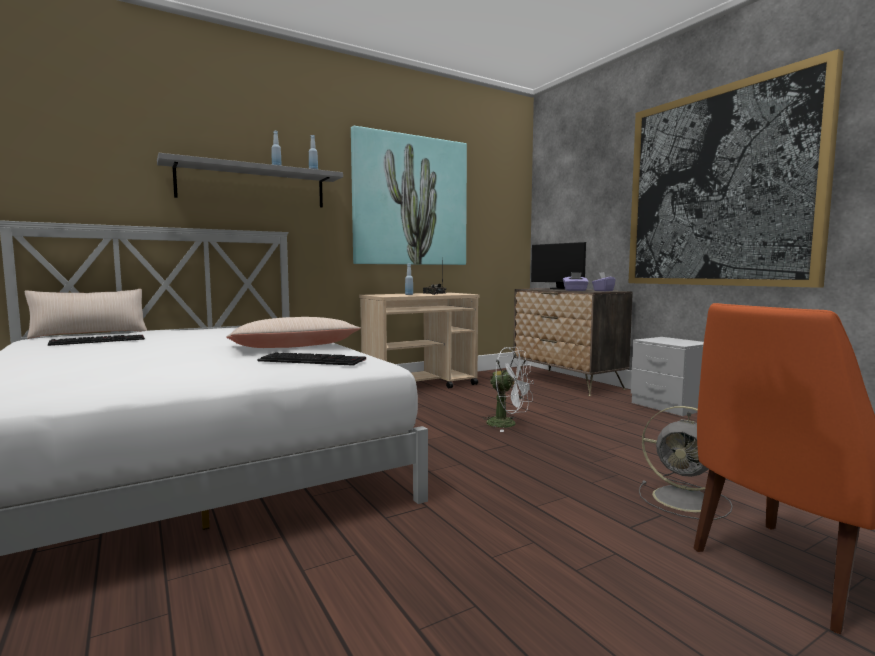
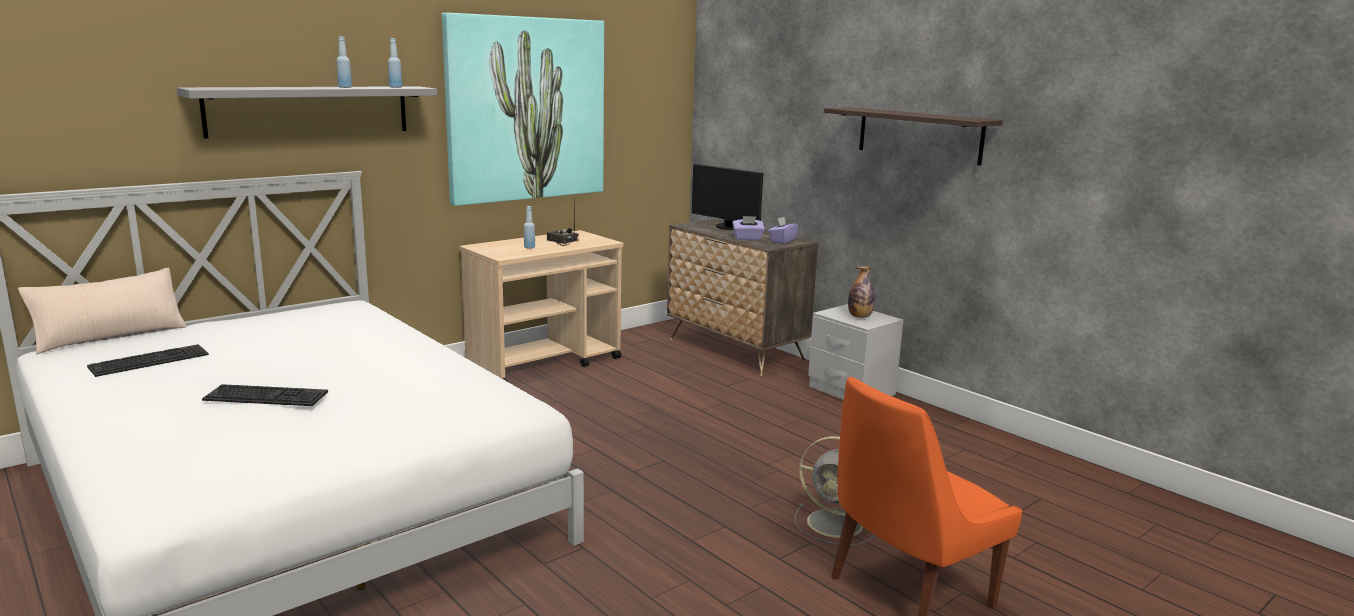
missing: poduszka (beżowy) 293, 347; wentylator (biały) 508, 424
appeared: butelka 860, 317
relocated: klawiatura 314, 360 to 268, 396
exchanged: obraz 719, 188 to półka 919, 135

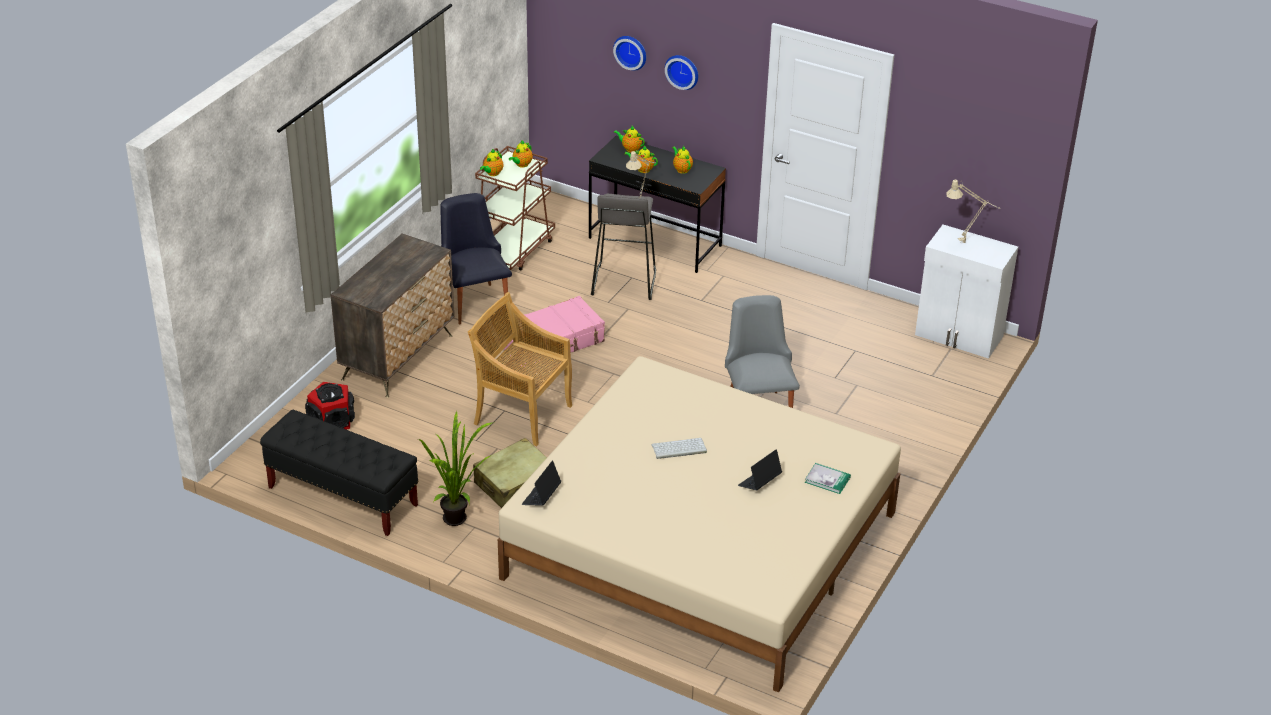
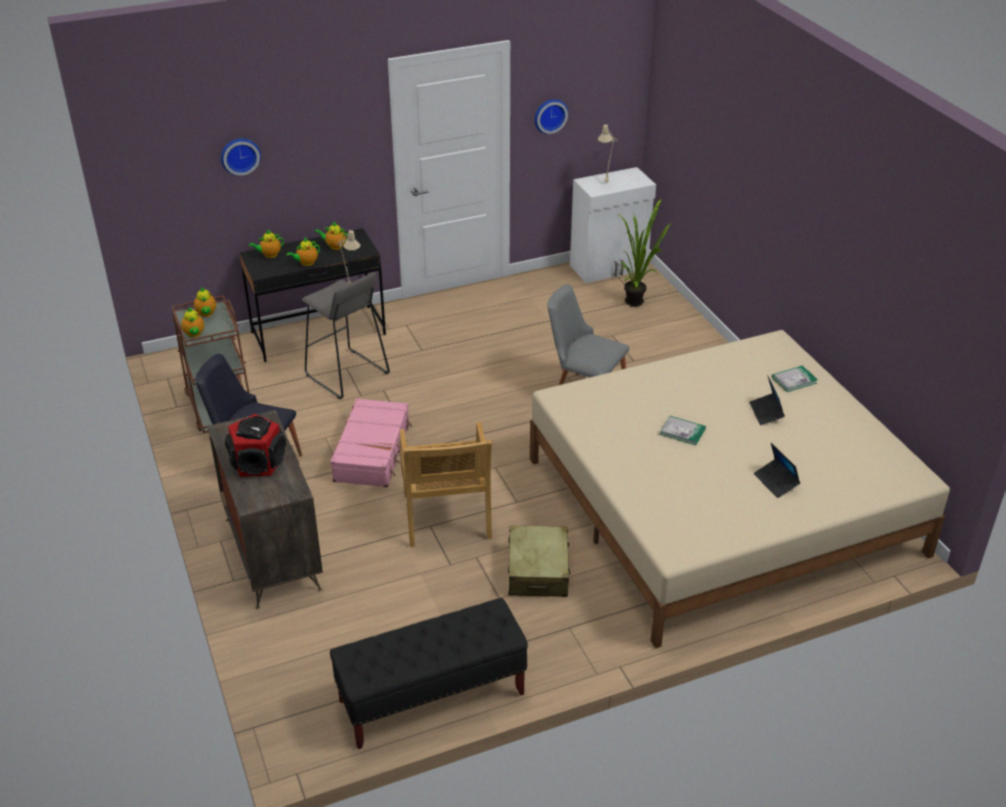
relocated: głośnik 332, 421 to 257, 462; roślina doniczkowa 459, 521 to 638, 301; laptop 541, 496 to 776, 482; zegar ścienny 683, 71 to 549, 115
exchanged: klawiatura 678, 449 to książka 682, 432
spun: krzesło (beżowy) 521, 414 = 447, 518 75 degrees counterclockwise

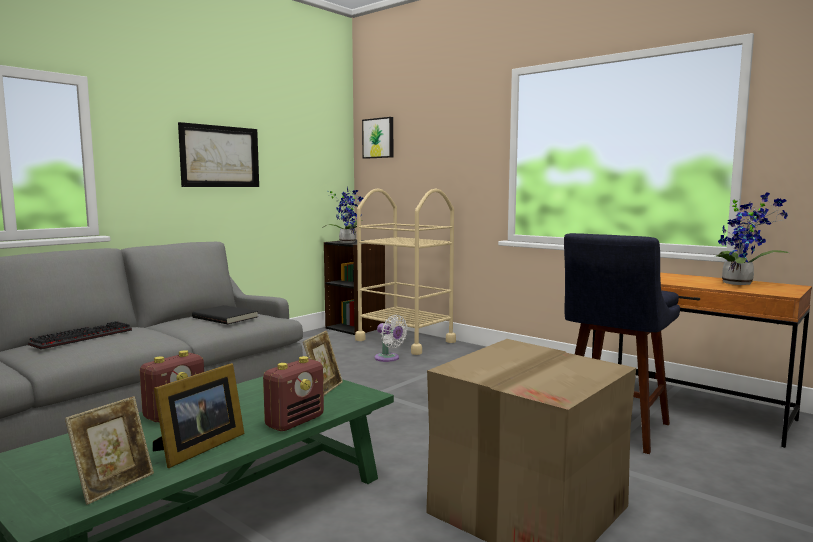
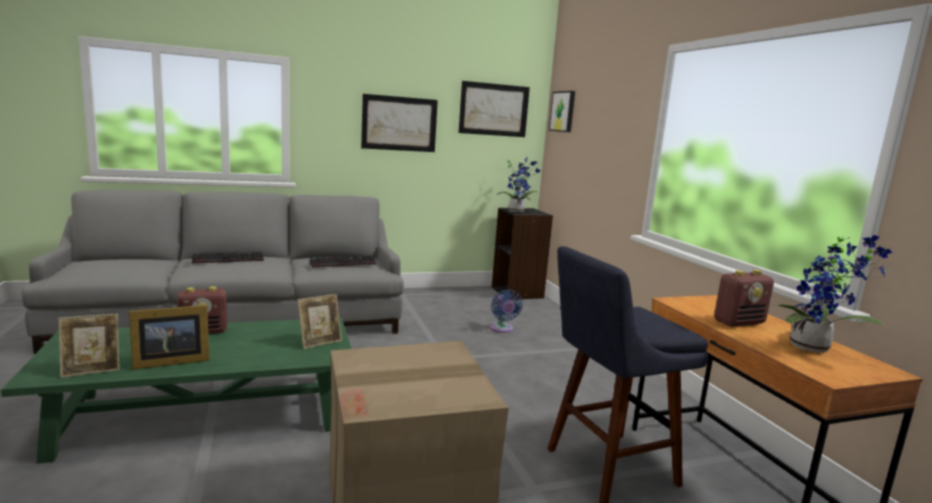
missing: wózek (beżowy) 405, 341
appeared: obraz 493, 109
relocated: radio 295, 421 to 739, 322
exchanged: książka (czarny) 226, 317 to klawiatura 343, 263
colour: wentylator (biały) 388, 358 to wentylator (niebieski) 502, 329

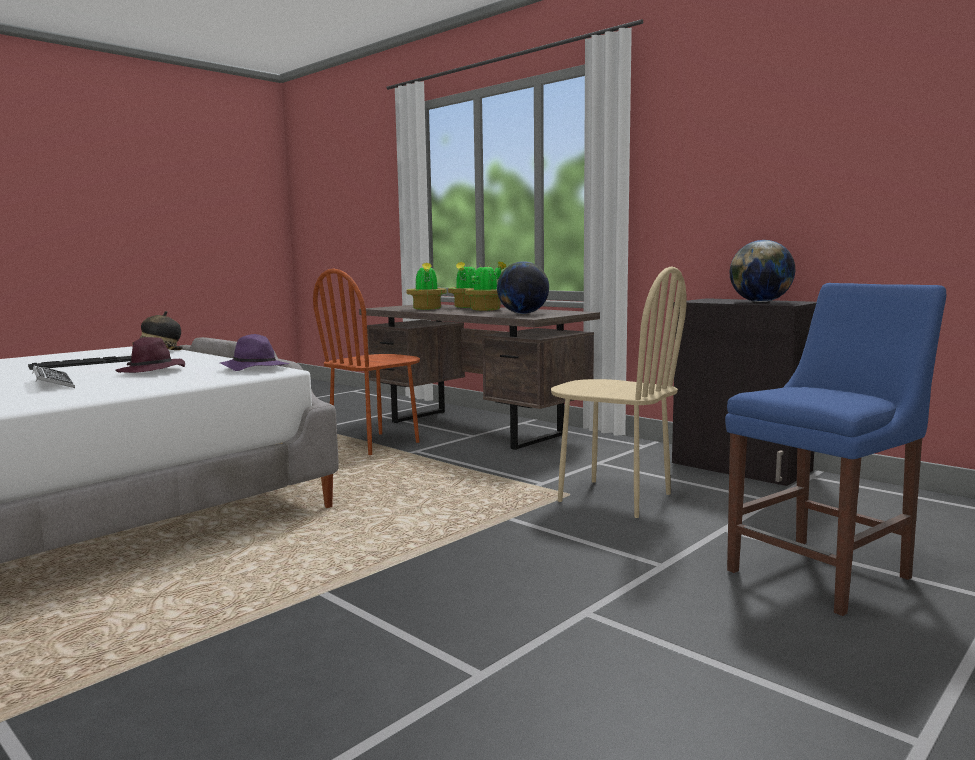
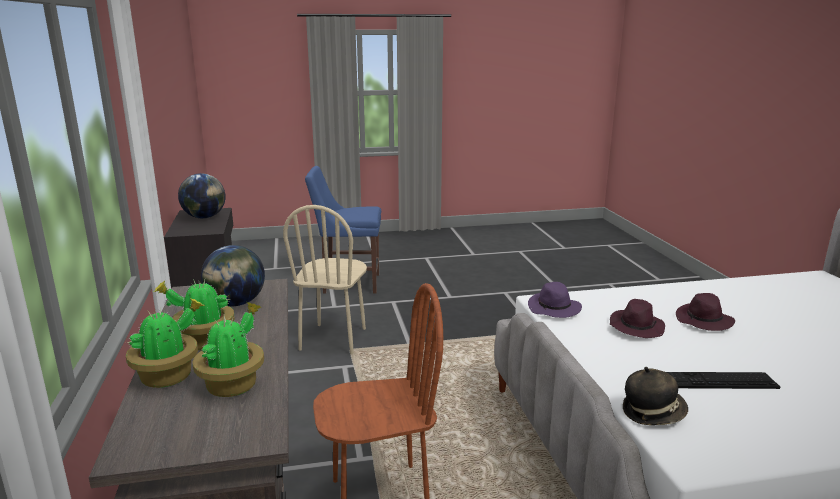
exchanged: klawiatura 53, 383 to kapelusz (fioletowy) 704, 321
spun: krzesło (beżowy) 614, 498 = 333, 339 150 degrees counterclockwise

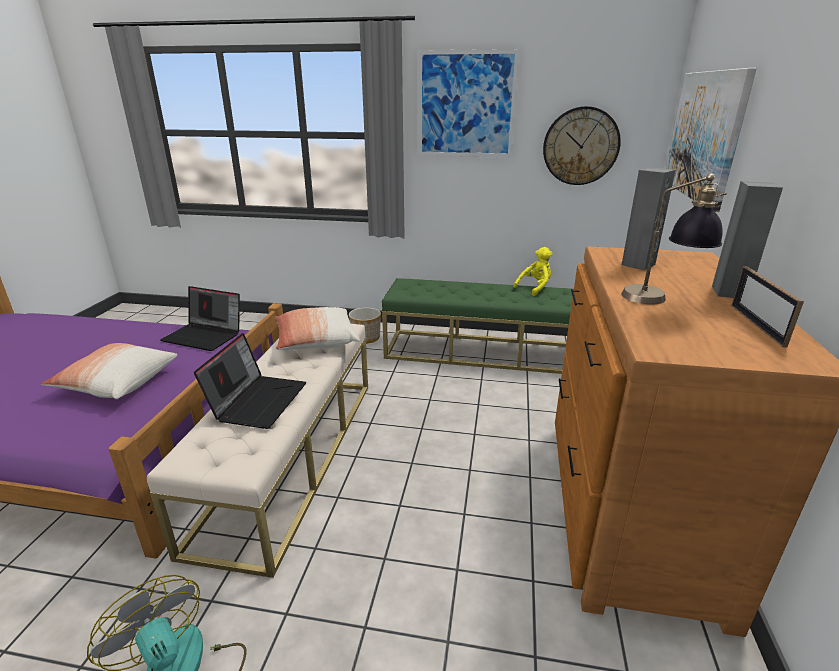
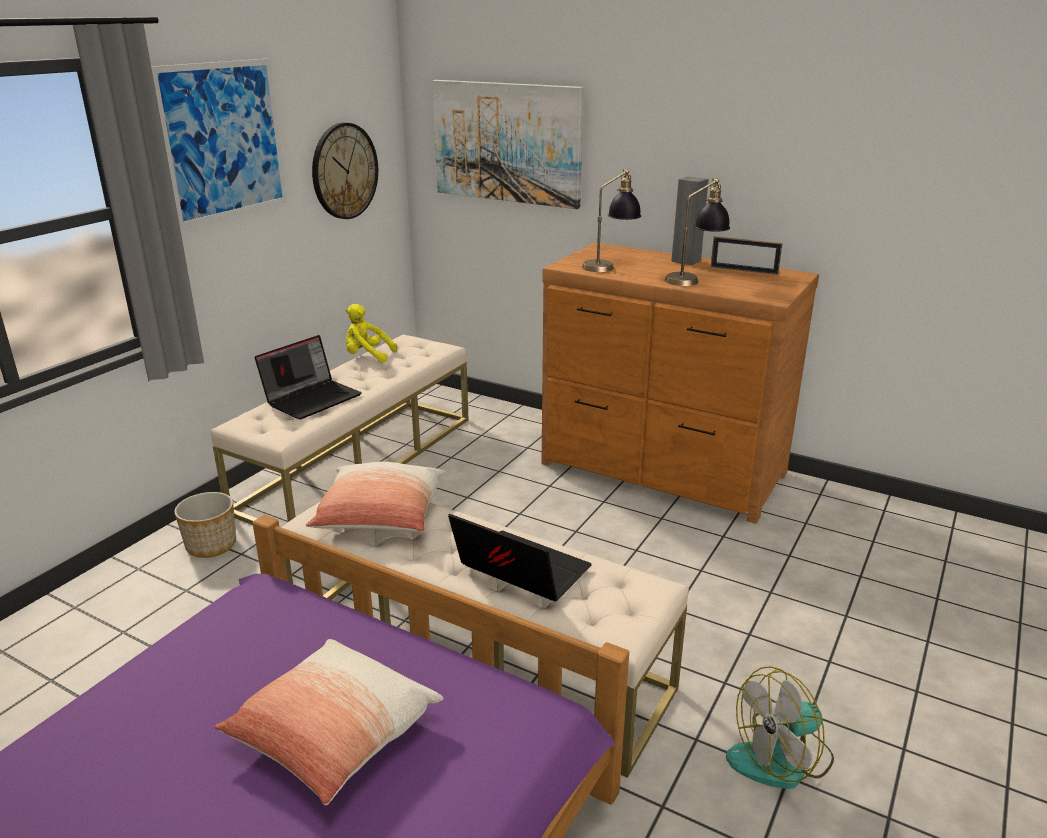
relocated: laptop 205, 336 to 312, 398
exchanged: głośnik (szary) 638, 265 to lampa stołowa 610, 266
colour: ławka (zielony) 486, 352 to ławka (beżowy) 359, 462
spun: pluszak (żółty) 535, 288 = 367, 356 60 degrees counterclockwise

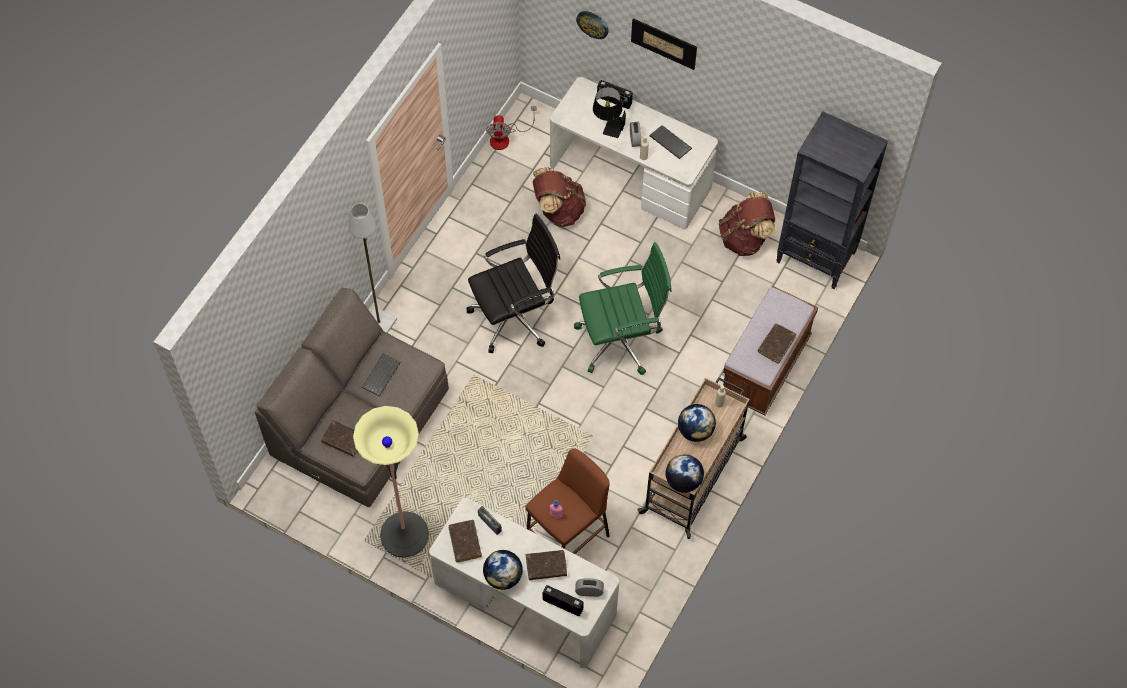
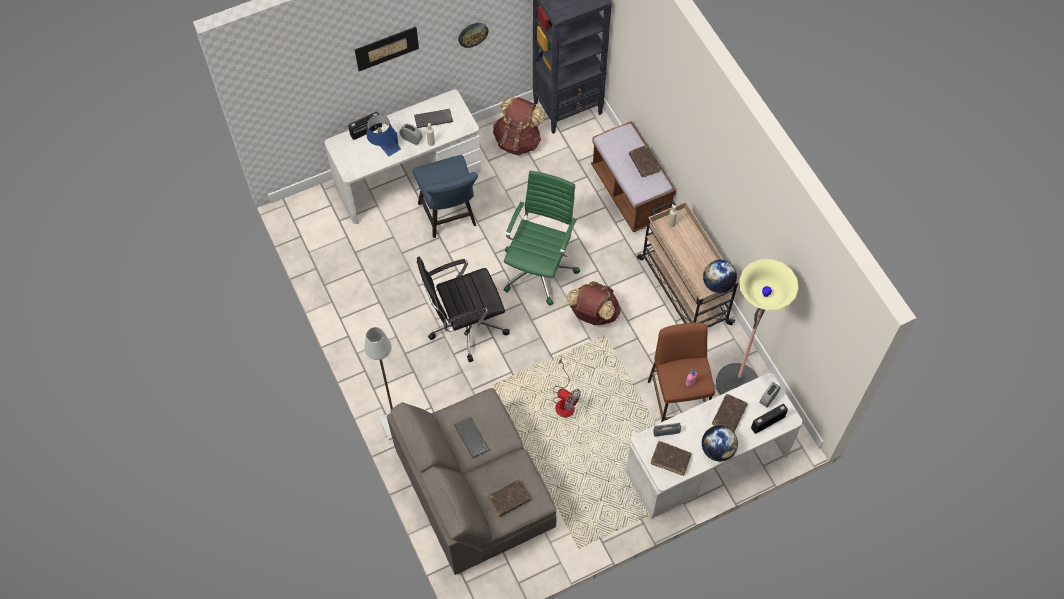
missing: globus 695, 431
appeared: krzesło (niebieski) 449, 217
relocated: lampa stojąca 404, 535 to 737, 383; wentylator 505, 138 to 564, 401; plecak (brązowy) 558, 210 to 592, 314; zegar ścienny 593, 24 to 472, 34
colour: lampa stołowa (czarny) 608, 124 to lampa stołowa (niebieski) 384, 147
spun: krzesło biurowe (czarny) 515, 316 = 465, 325 120 degrees counterclockwise

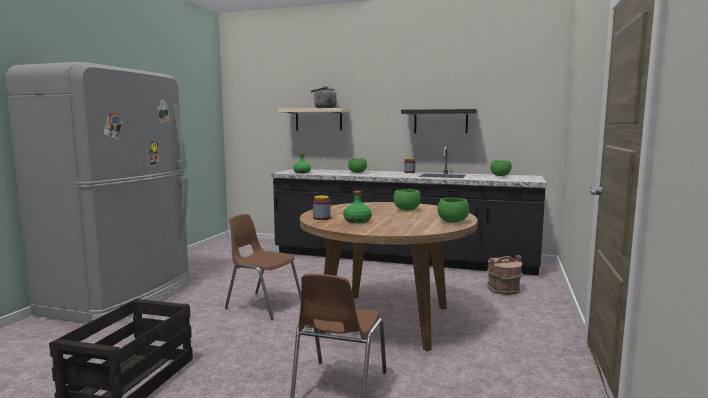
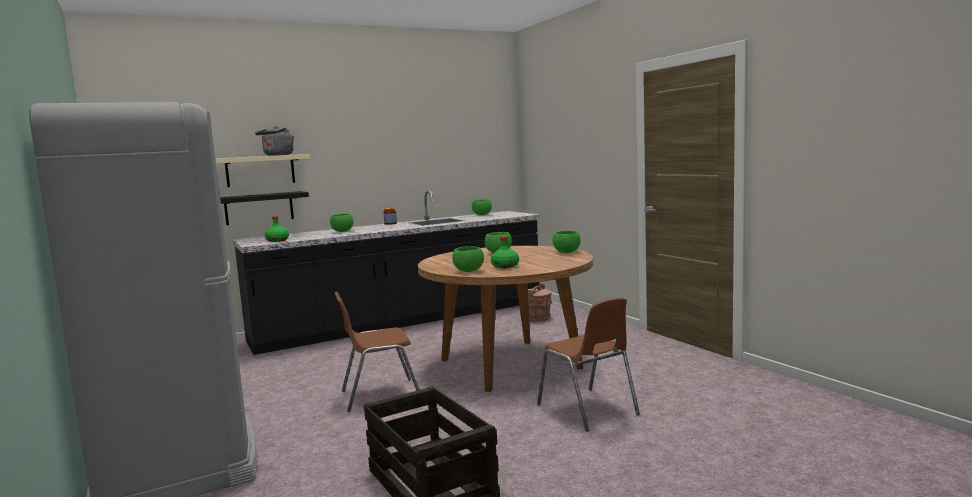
relocated: półka (czarny) 440, 121 to 259, 208
exchanged: słoik 321, 218 to miska (zielony) 468, 271

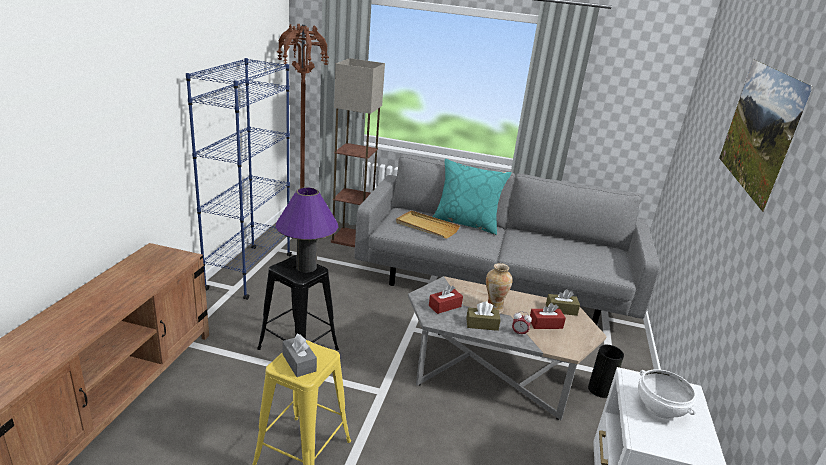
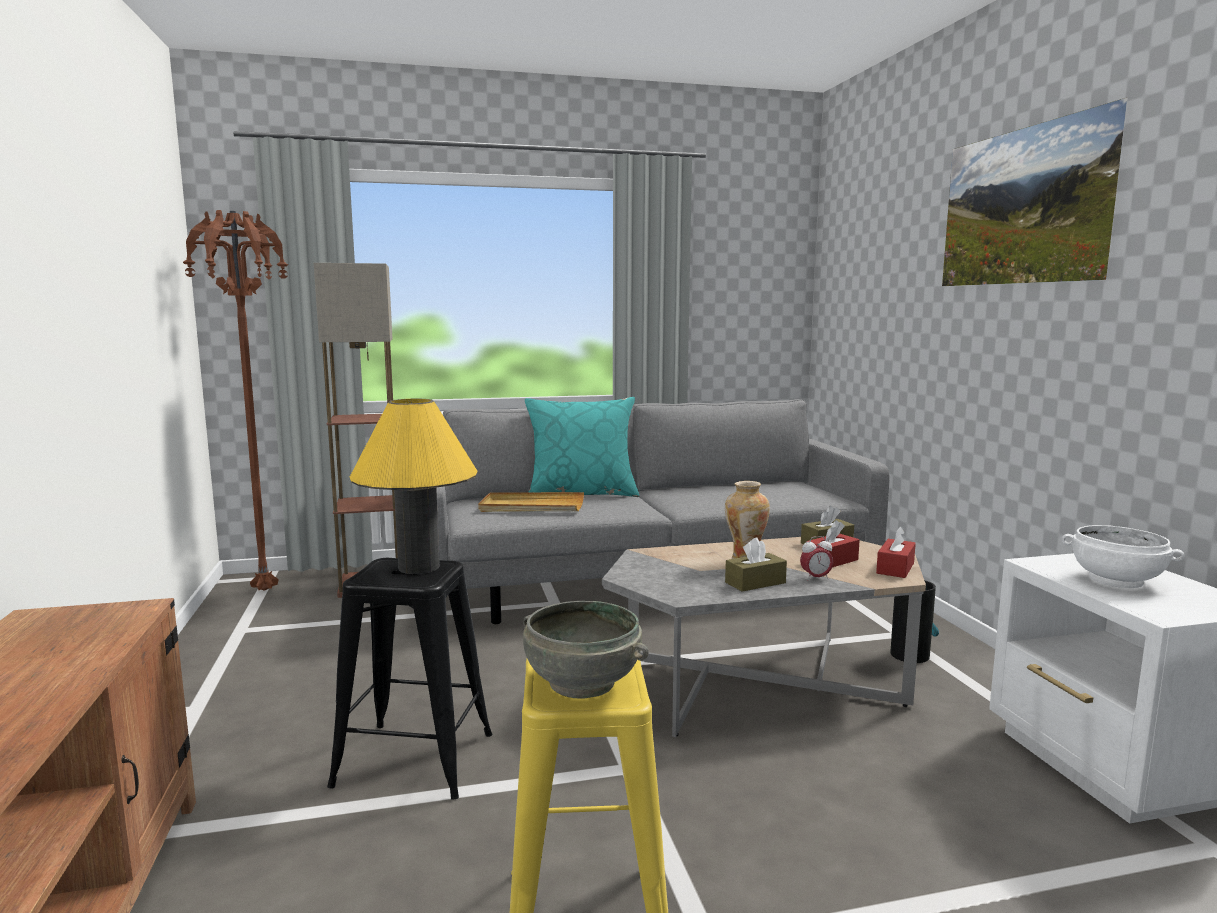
missing: regał (niebieski) 249, 272
relocated: pudełko chusteczek (czerwony) 445, 306 to 895, 568
exchanged: pudełko chusteczek (szary) 299, 362 to miska (szary) 581, 683
colour: lampa stołowa (fioletowy) 306, 267 to lampa stołowa (żółty) 419, 567

